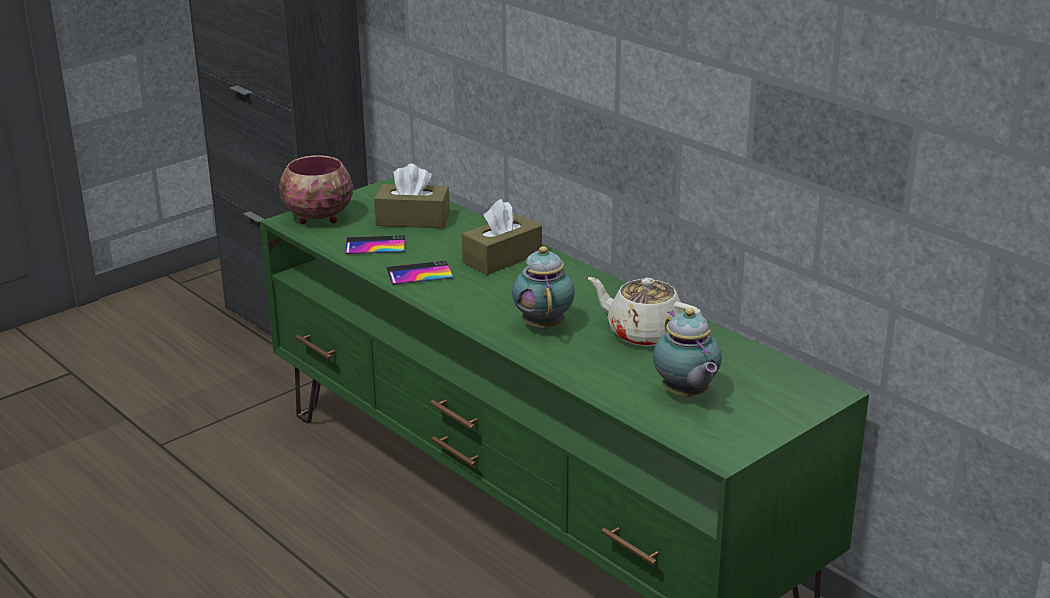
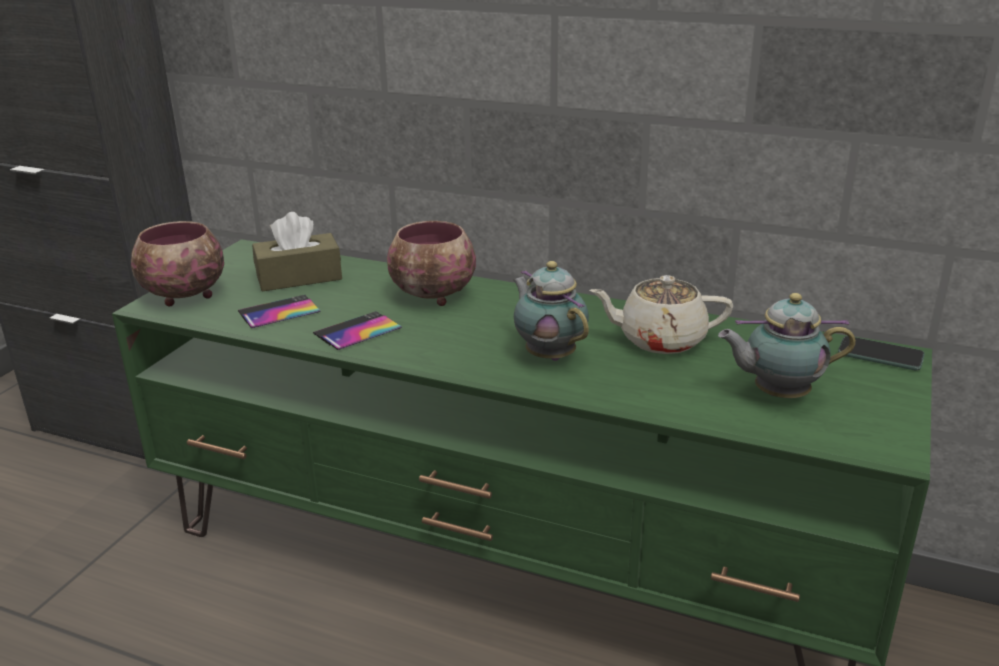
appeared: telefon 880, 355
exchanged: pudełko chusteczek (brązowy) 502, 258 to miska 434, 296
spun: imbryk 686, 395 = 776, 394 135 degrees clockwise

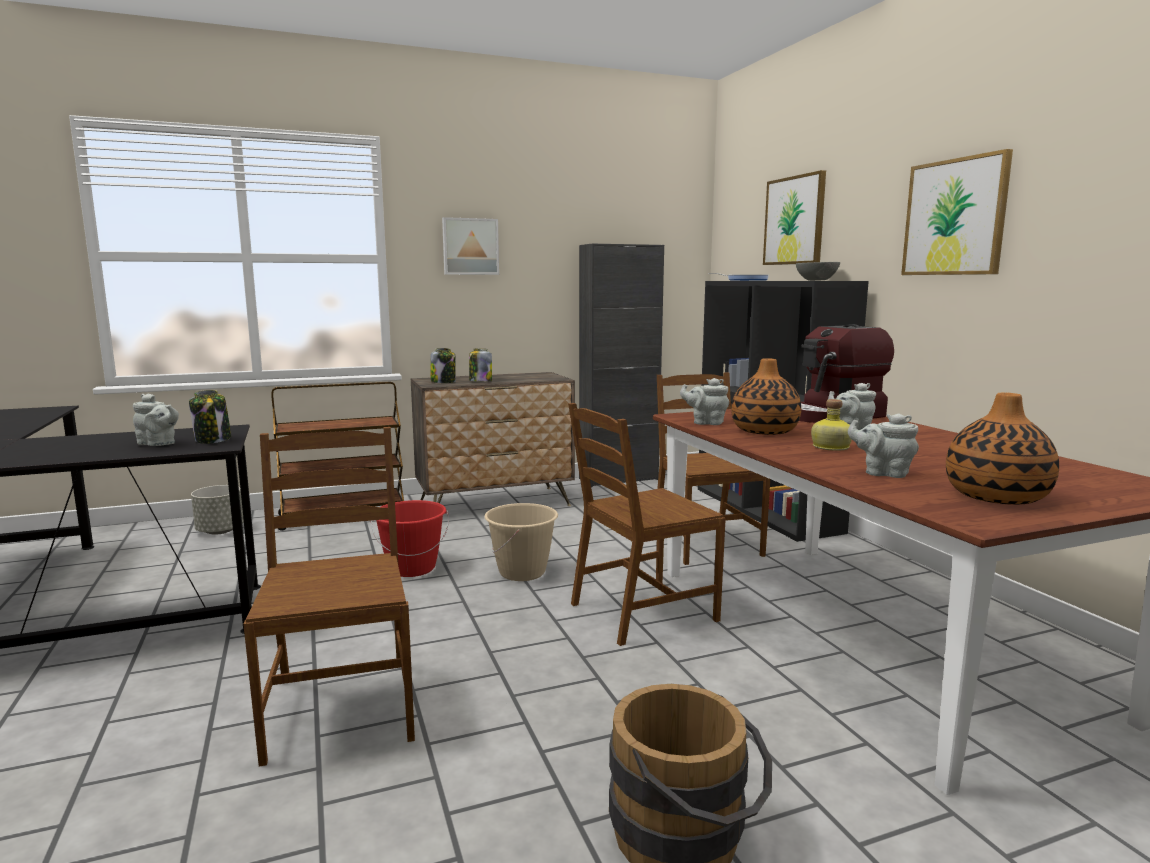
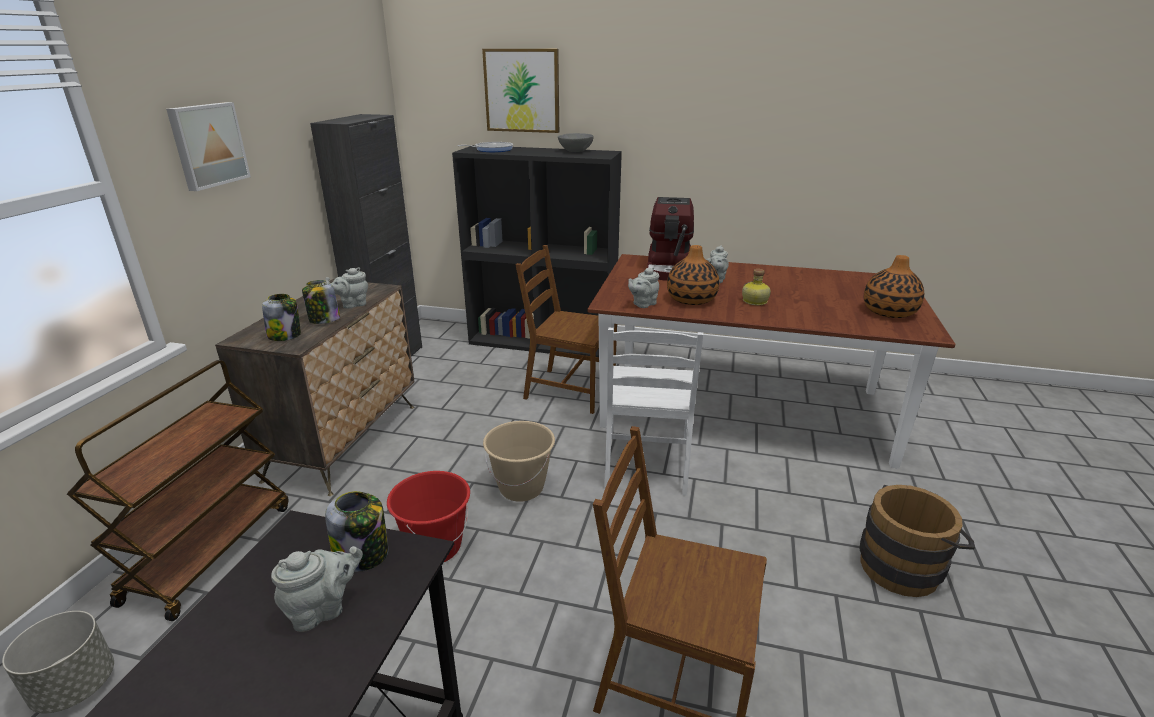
missing: obraz 955, 217
relocated: imbryk (szary) 883, 473 to 352, 304
colour: krzesło (brązowy) 642, 612 to krzesło (biały) 647, 464

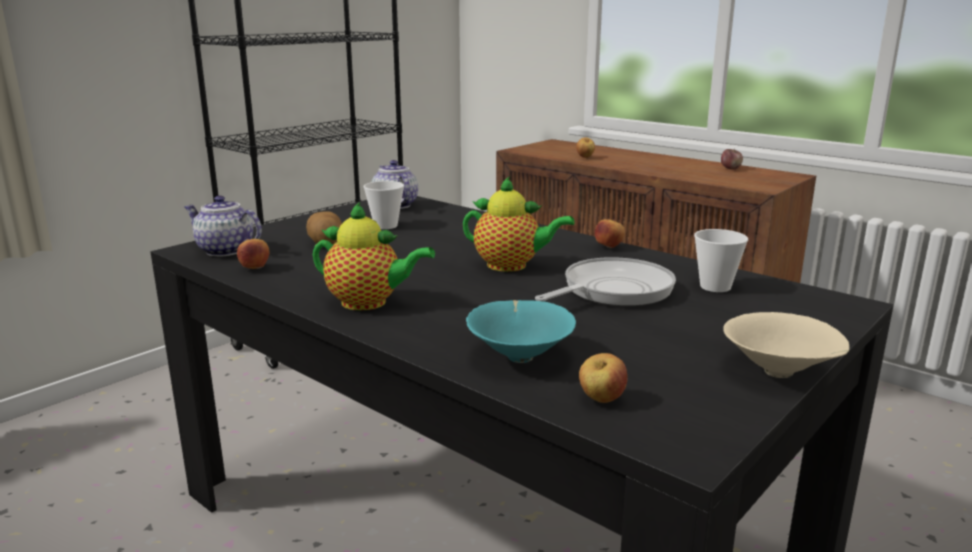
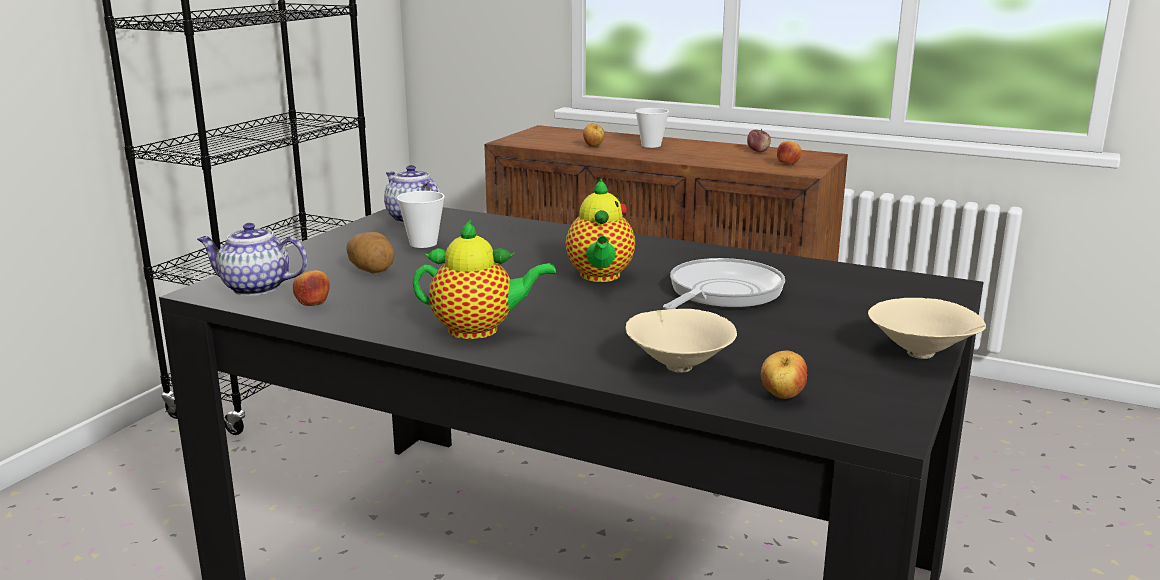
relocated: jabłko 609, 247 to 788, 165; filiżanka 715, 287 to 651, 145
colour: miska (turkusowy) 520, 356 to miska (beżowy) 678, 366
spun: imbryk 511, 266 = 600, 277 90 degrees clockwise

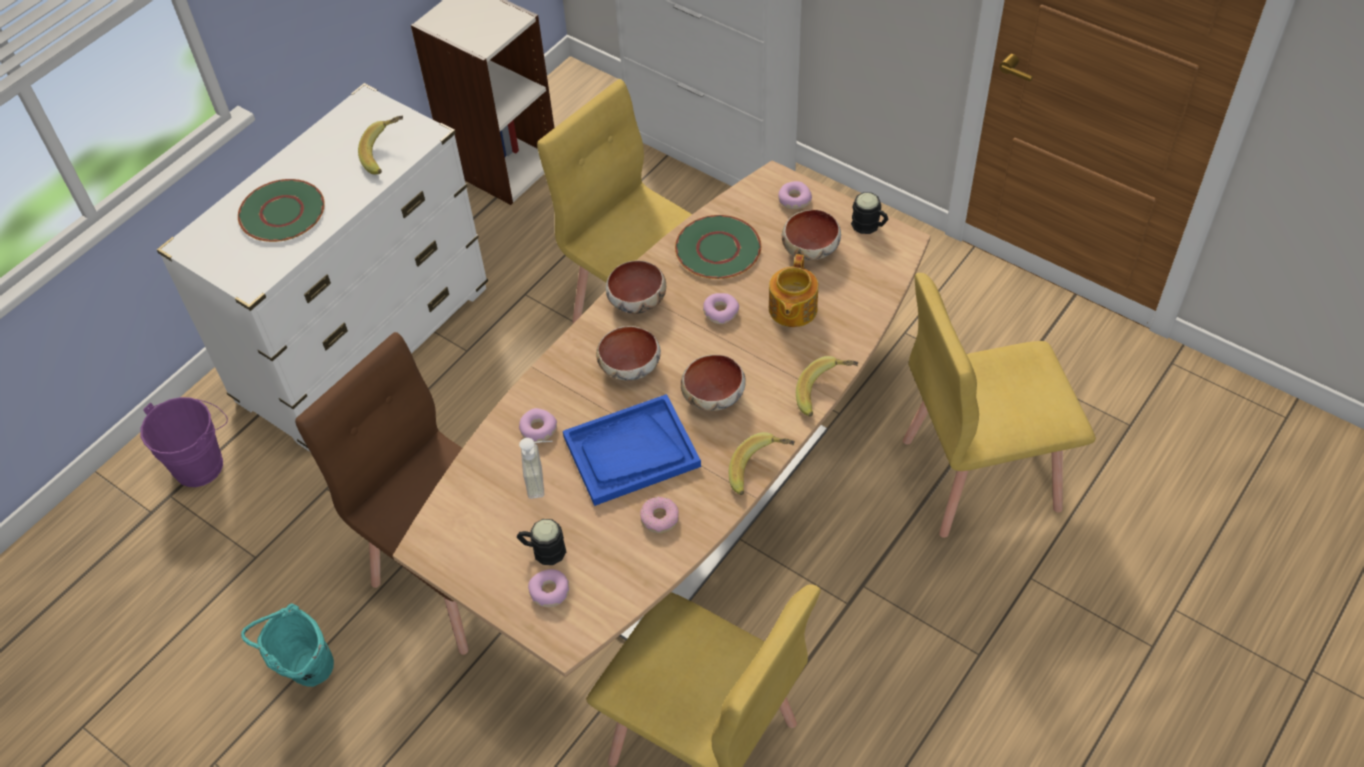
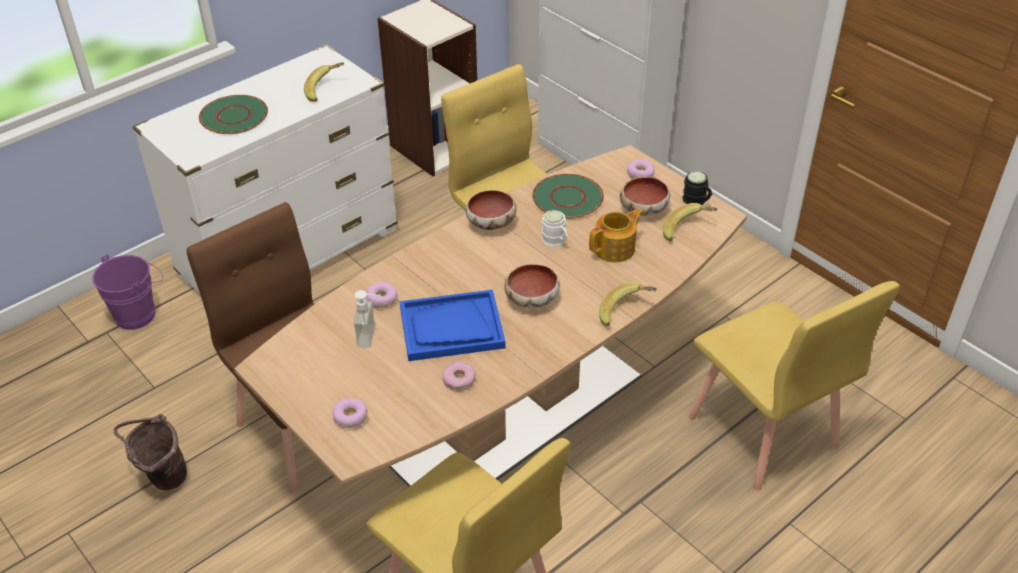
missing: kubek (czarny) 543, 550; miska 630, 365
relocated: banan 761, 471 to 688, 231
exchanged: donut 720, 312 to kubek (biały) 556, 241
colour: wiadro (turkusowy) 305, 672 to wiadro (brązowy) 162, 479
spun: imbryk 791, 309 = 615, 249 150 degrees counterclockwise; krzesło (żółty) 978, 473 = 762, 432 120 degrees counterclockwise

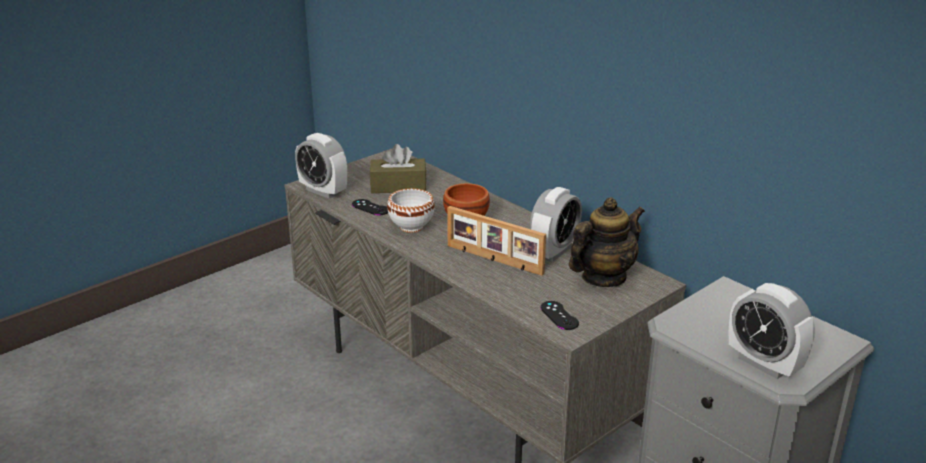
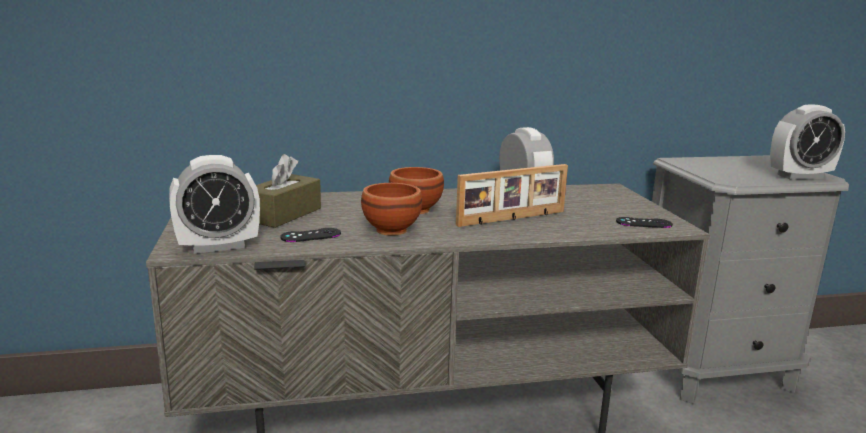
missing: imbryk 603, 277
colour: miska (biały) 411, 226 to miska (brązowy) 390, 229

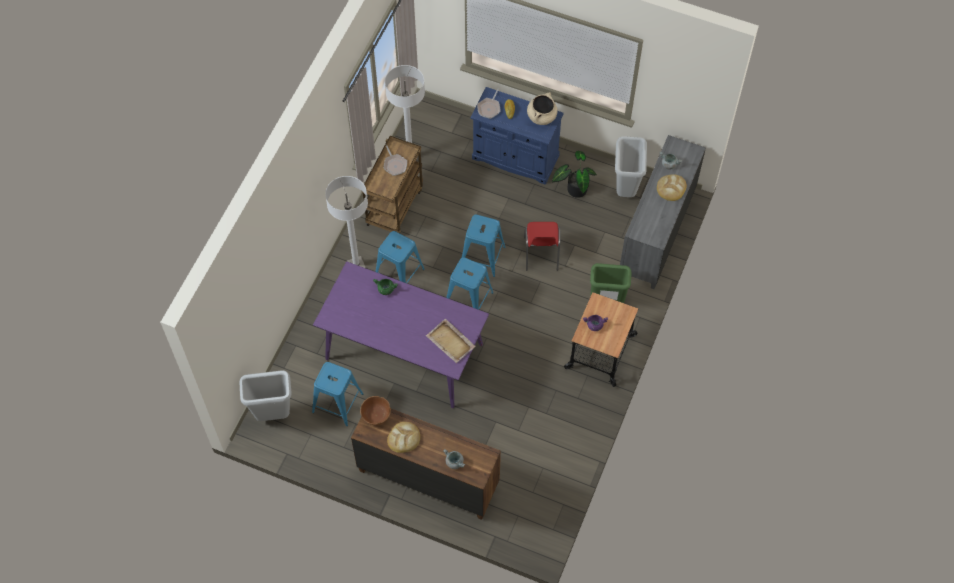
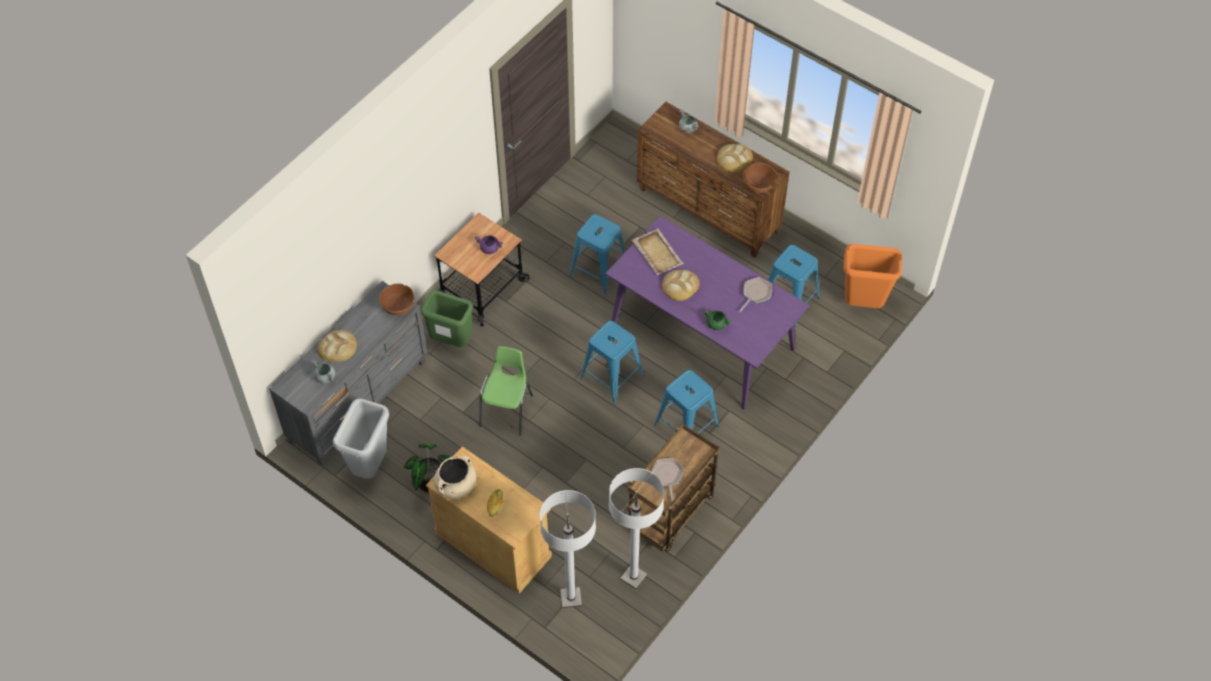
appeared: miska (brązowy) 398, 306; chleb 680, 286
relocated: lampa stojąca (biały) 356, 265 to 571, 598; stołek (niebieski) 482, 256 to 599, 271; patelnia 489, 108 to 755, 294
colour: kosz na śmieci (szary) 273, 415 to kosz na śmieci (pomarańczowy) 863, 304; szafka (niebieski) 515, 157 to szafka (beżowy) 493, 544; krzesło (czerwony) 541, 254 to krzesło (zielony) 507, 410

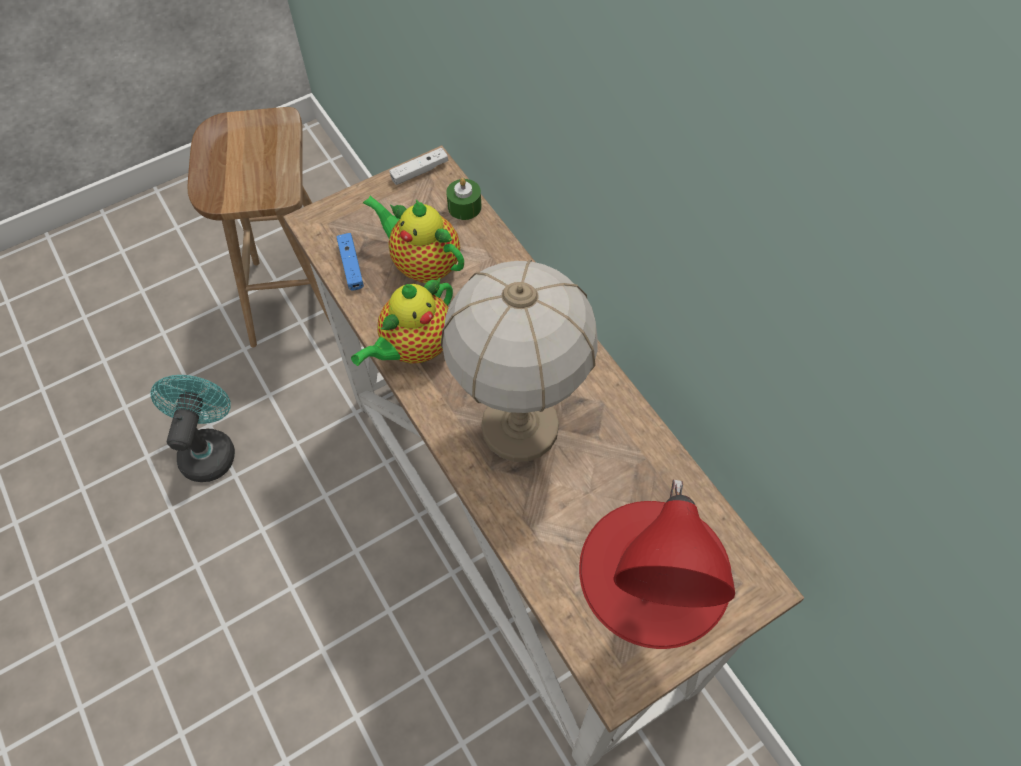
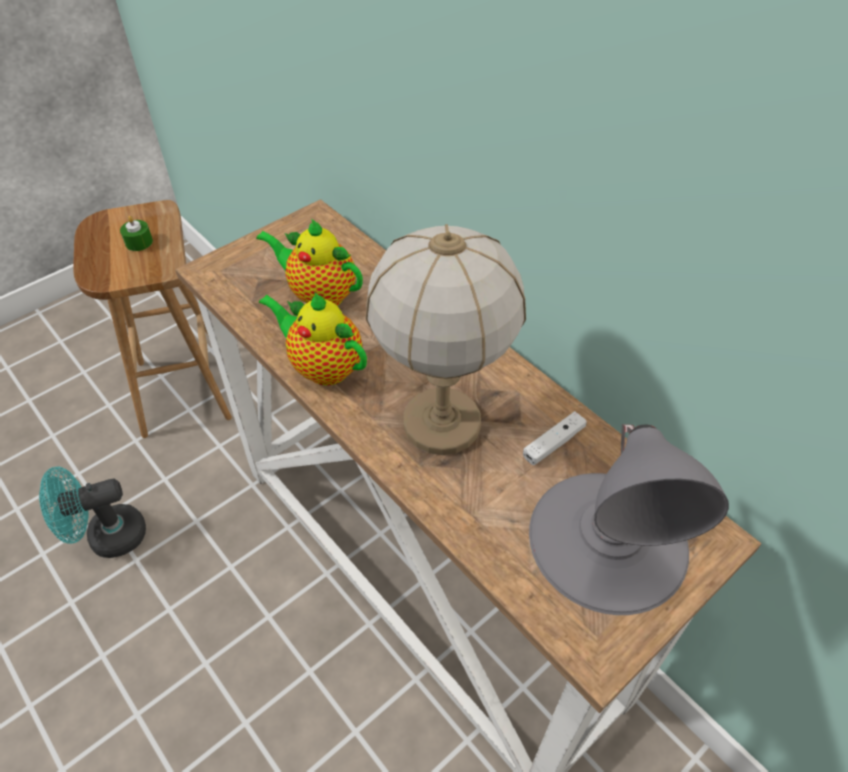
missing: pad do gier (niebieski) 351, 266
relocated: pad do gier (biały) 419, 171 to 553, 443; świeca (zielony) 464, 207 to 139, 242
colour: lampa stołowa (czerwony) 655, 572 to lampa stołowa (szary) 609, 540
spun: wentylator (turkusowy) 209, 448 = 107, 537 105 degrees counterclockwise; imbryk 414, 348 = 323, 366 90 degrees clockwise

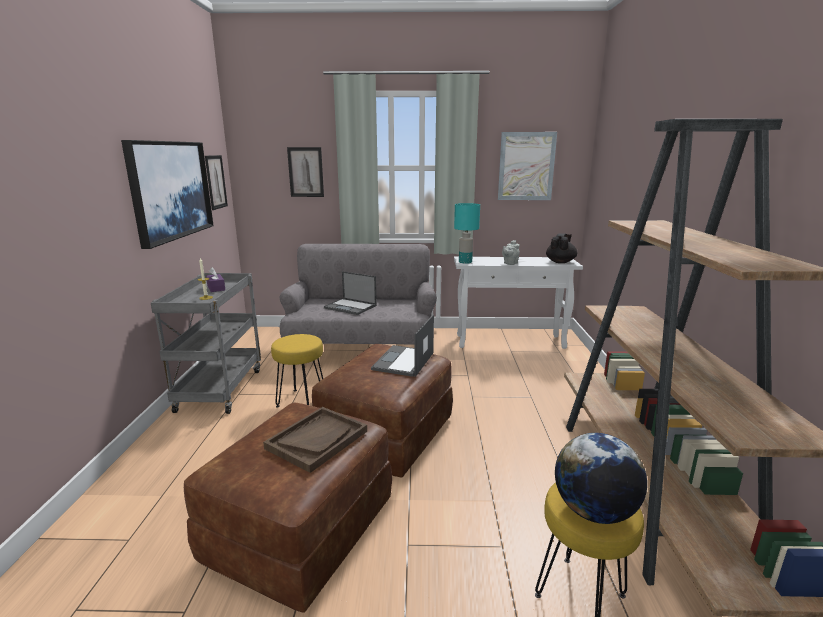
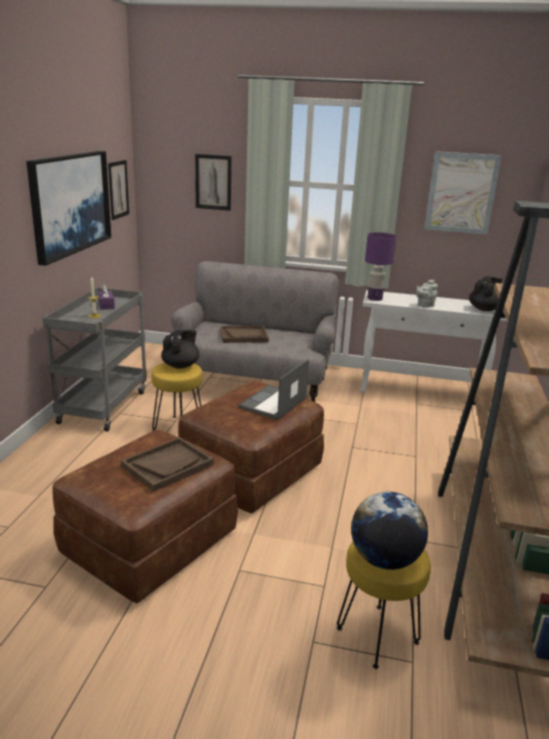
appeared: imbryk (czarny) 181, 365
exchanged: laptop 351, 307 to taca (brązowy) 244, 336
colour: lampa stołowa (turkusowy) 465, 262 to lampa stołowa (fioletowy) 374, 298

